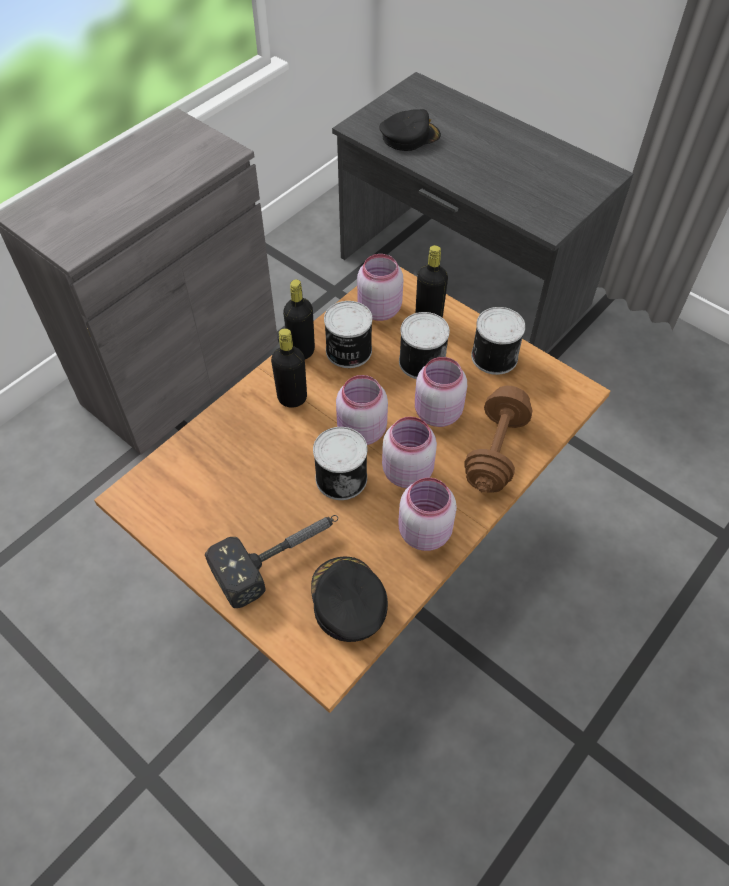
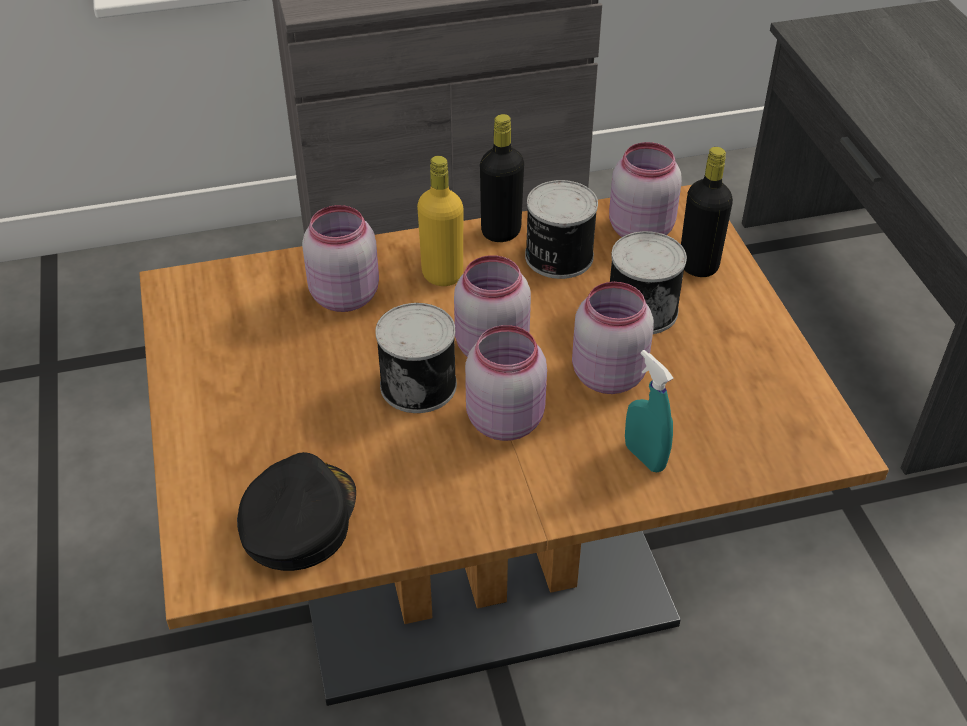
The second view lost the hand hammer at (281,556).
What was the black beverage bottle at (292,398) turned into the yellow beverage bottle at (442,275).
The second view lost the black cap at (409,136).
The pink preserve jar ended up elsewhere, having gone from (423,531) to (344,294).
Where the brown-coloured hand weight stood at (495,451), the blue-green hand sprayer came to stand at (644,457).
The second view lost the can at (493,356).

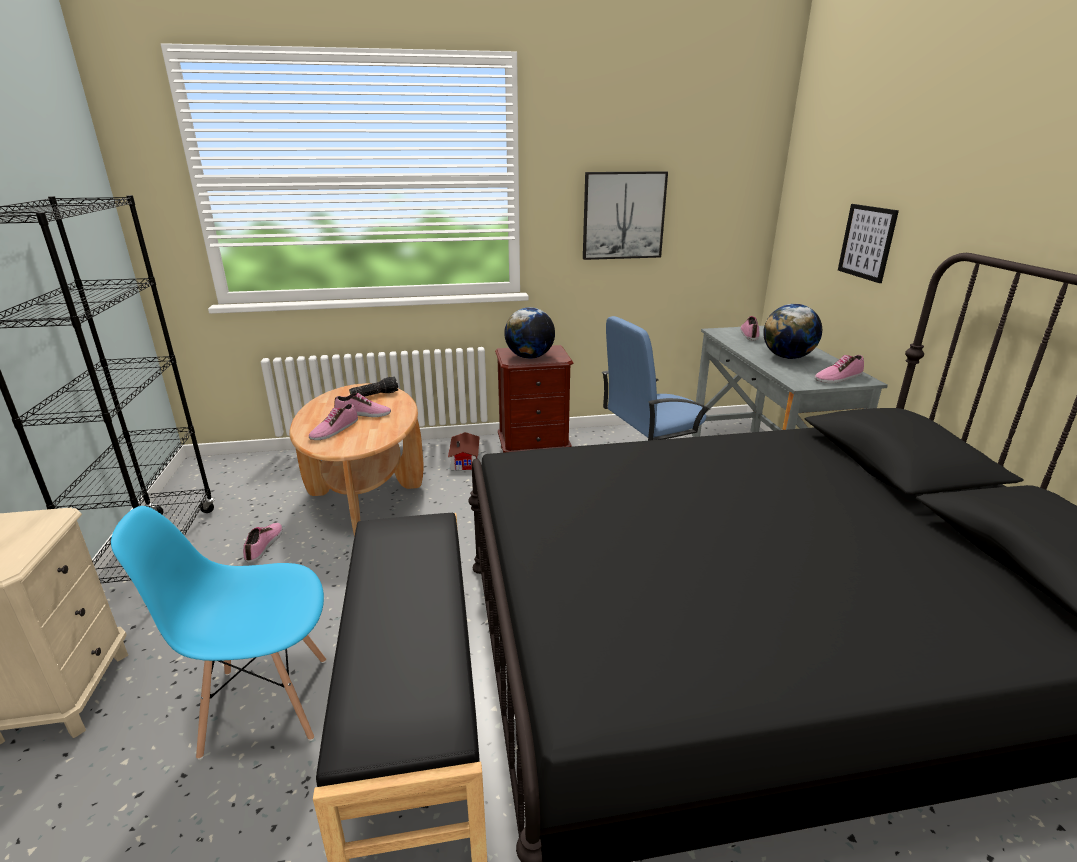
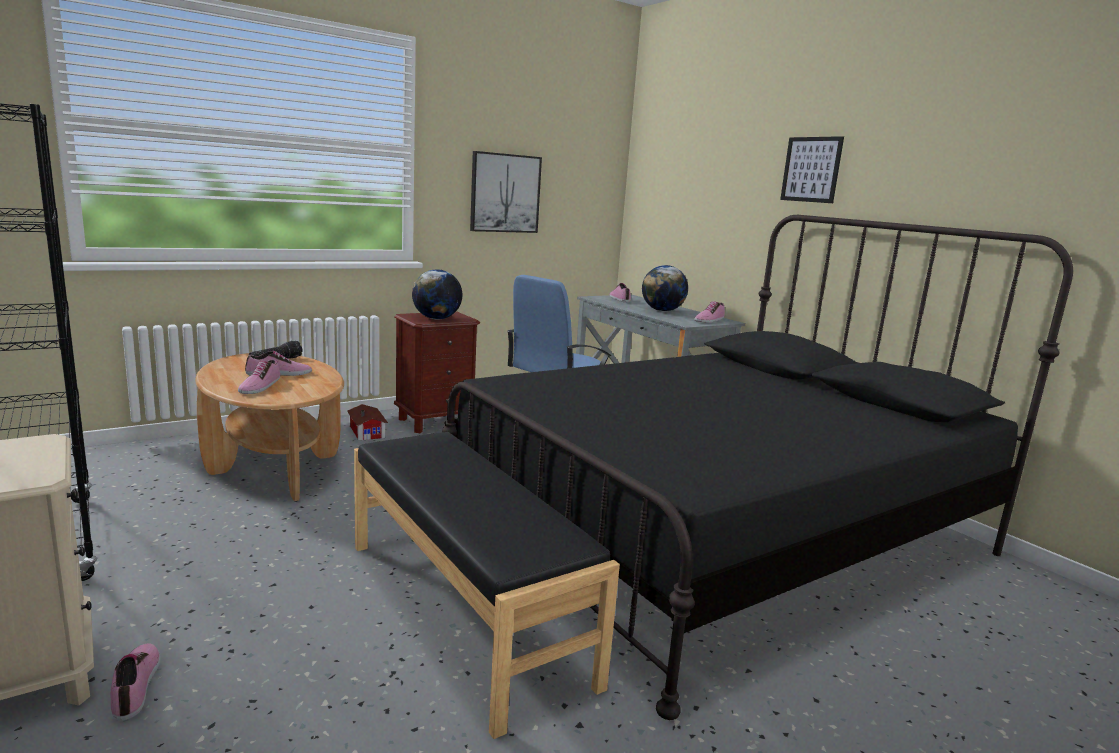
The second view lost the blue plain chair at (265,704).
The low shoe ended up elsewhere, having gone from (264,545) to (137,685).
The picture ended up elsewhere, having gone from (867,242) to (811,169).

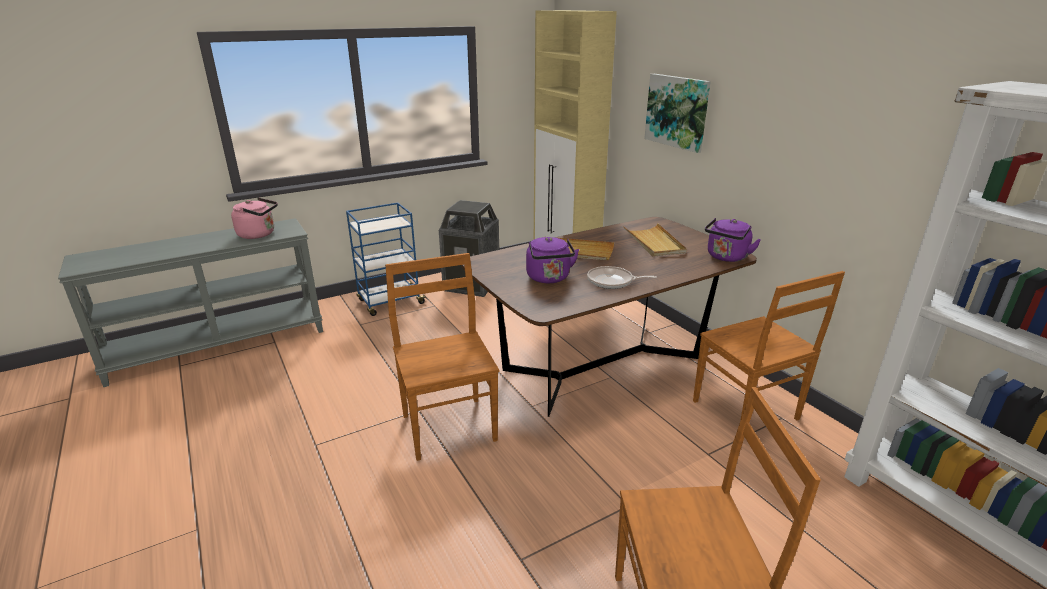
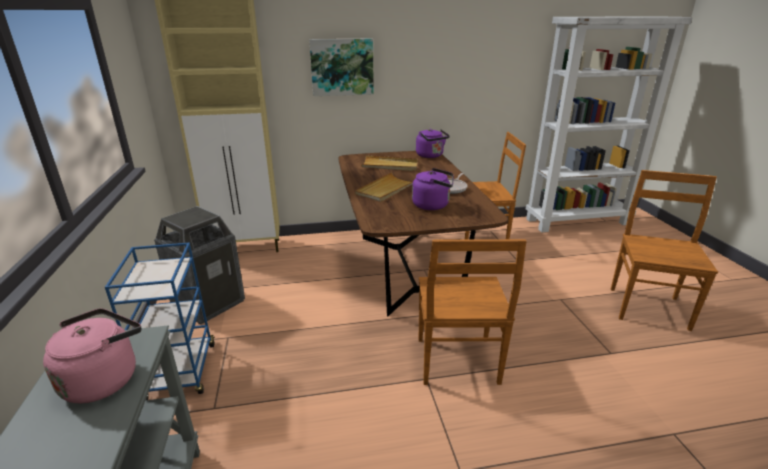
The brown-coloured plain chair at (448,426) ended up facing another way, 90 degrees counterclockwise from before.

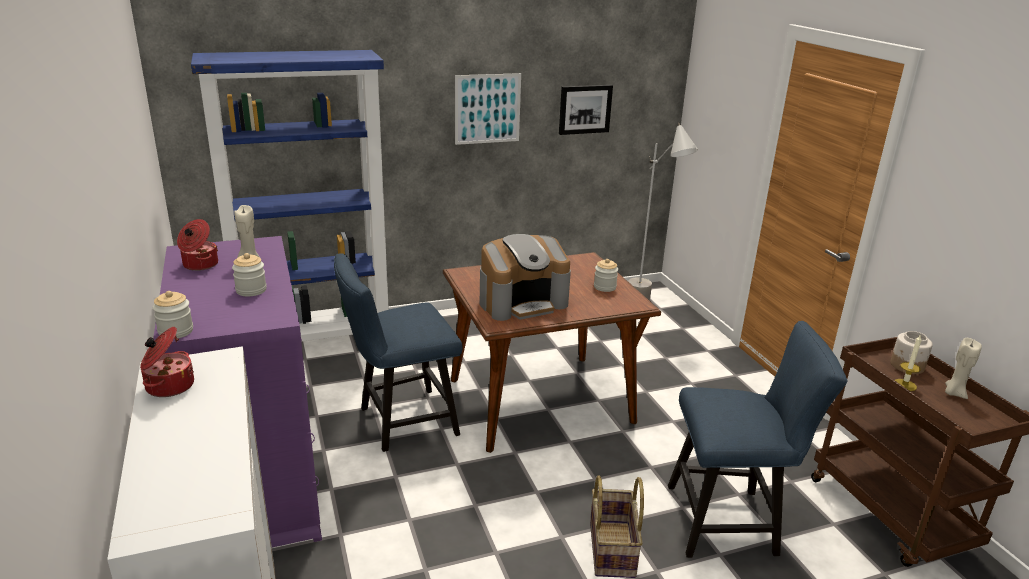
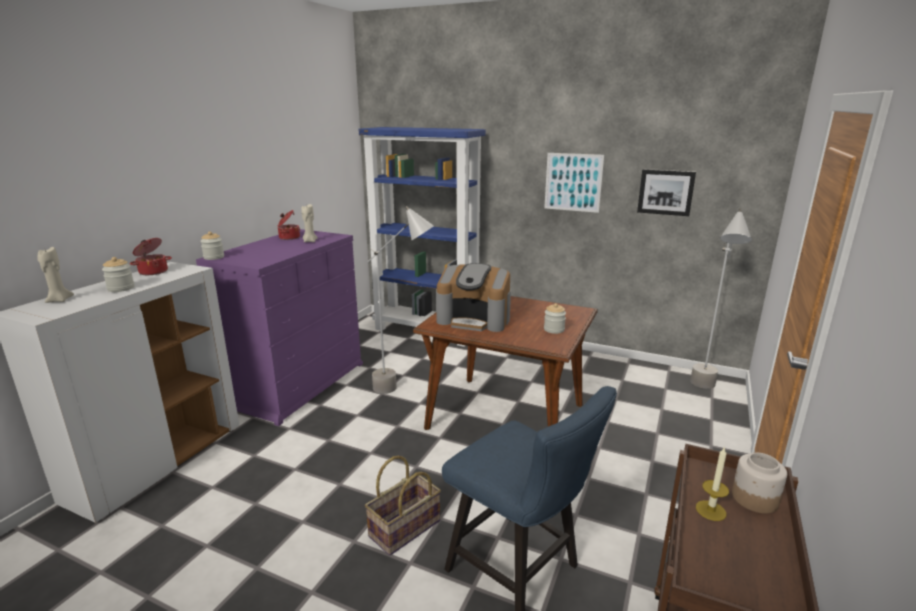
The preserve jar ended up elsewhere, having gone from (251,290) to (121,288).
Where the blue plain chair stood at (401,422), the greyish floor lamp came to stand at (404,389).
The sand-coloured candle ended up elsewhere, having gone from (954,393) to (59,300).

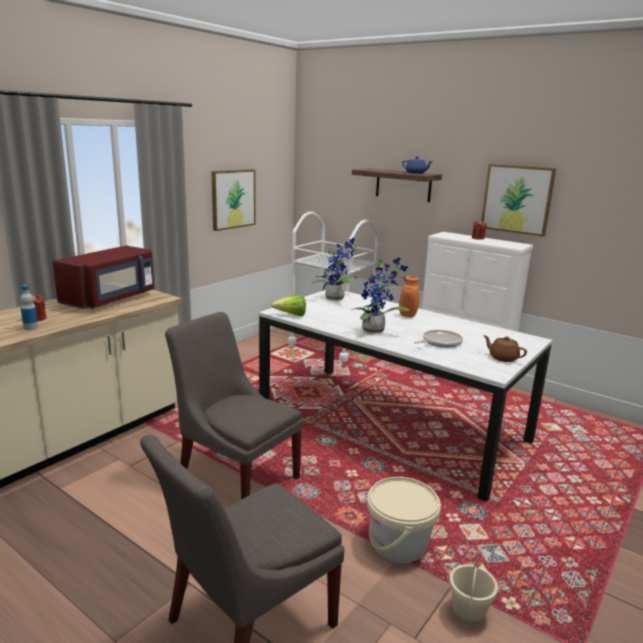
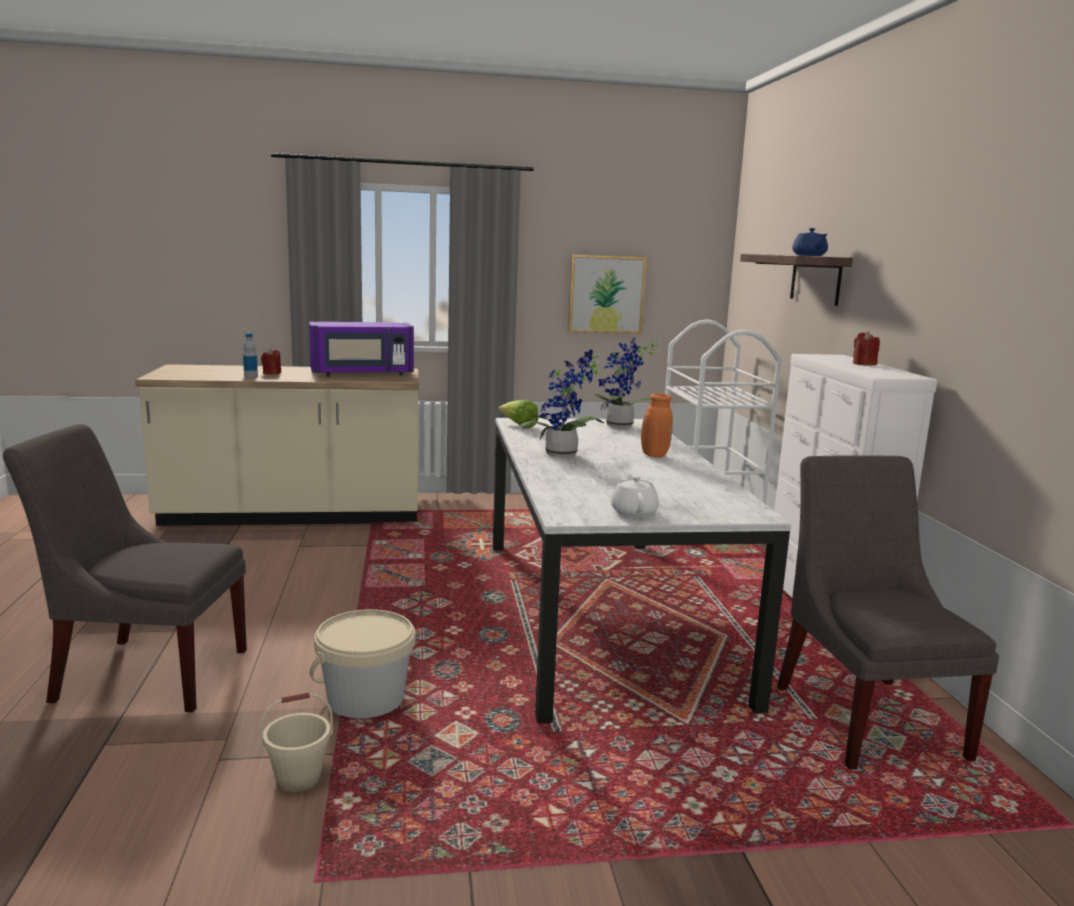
What was the red kitchen microwave at (111,299) turned into the purple-coloured kitchen microwave at (362,373).
The greyish plain chair ended up elsewhere, having gone from (236,476) to (865,716).
The second view lost the pan at (440,342).
The second view lost the picture at (517,199).
What was the brown-coloured teapot at (503,358) turned into the white teapot at (634,512).

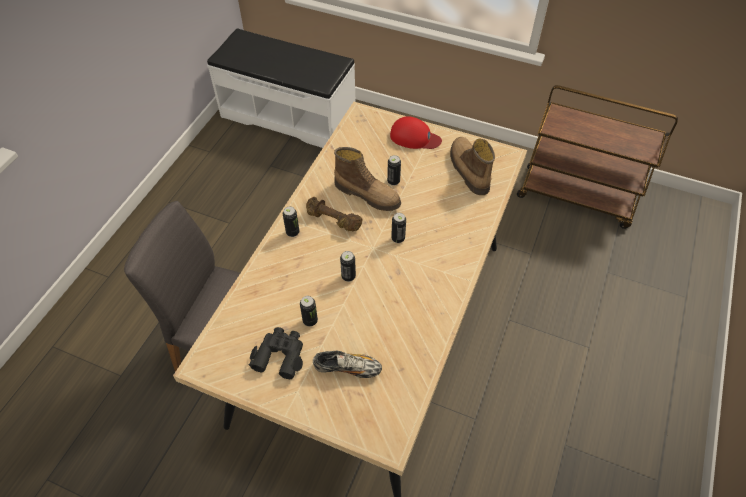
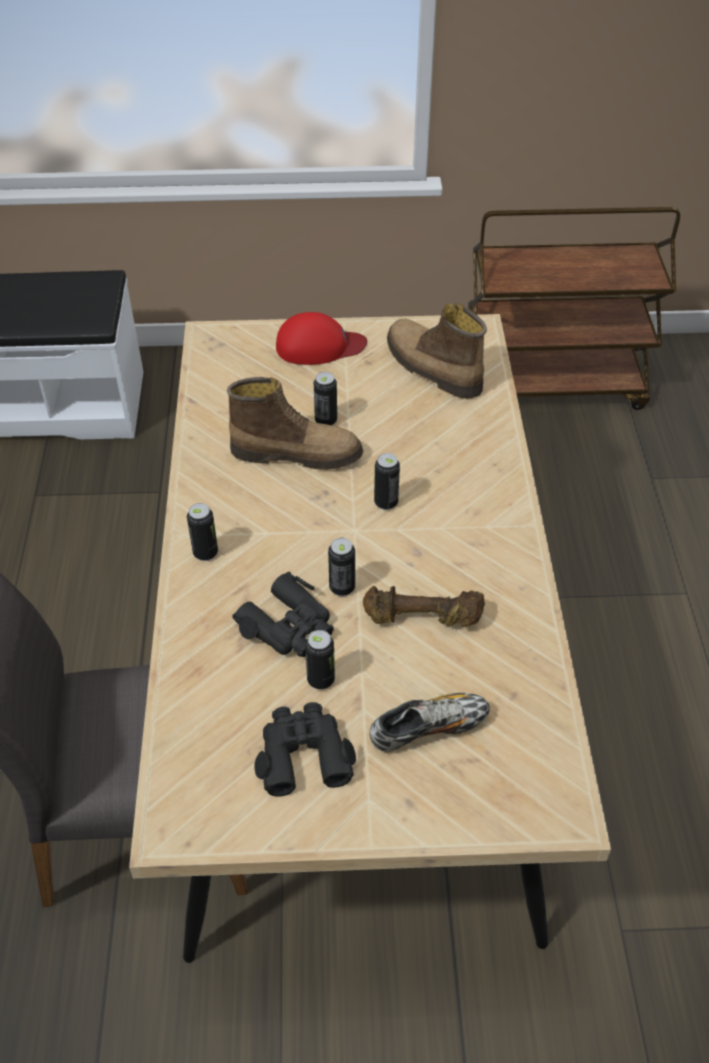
The brown-coloured hand weight ended up elsewhere, having gone from (333,220) to (422,619).
The second view gained the black binoculars at (289,626).

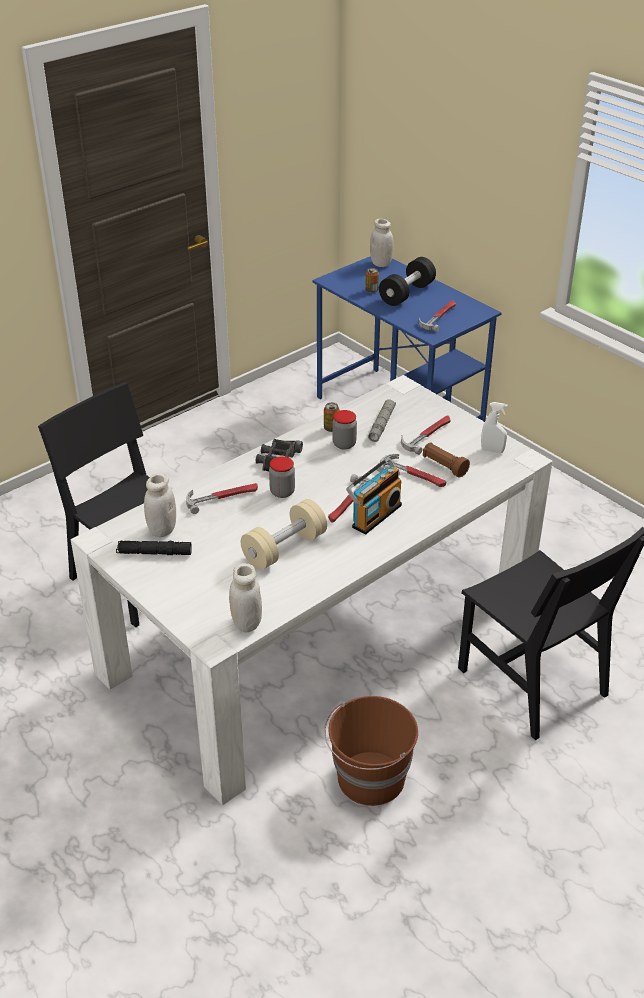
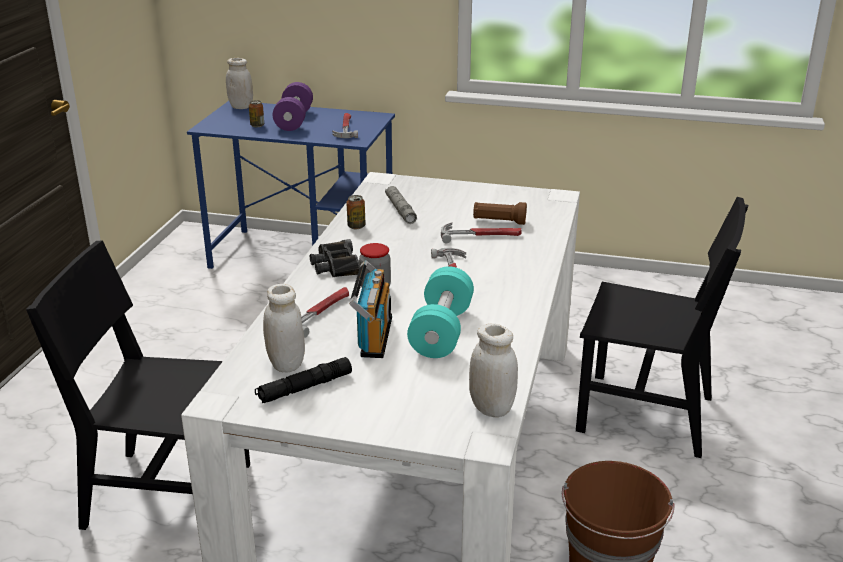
What was the sand-coloured hand weight at (284,548) turned into the blue-green hand weight at (441,331).
The second view lost the preserve jar at (344,444).
The radio ended up elsewhere, having gone from (374,515) to (372,336).
What was the black hand weight at (407,294) turned into the purple-coloured hand weight at (294,120).
The second view lost the hand hammer at (427,435).
The second view lost the white hand sprayer at (492,450).

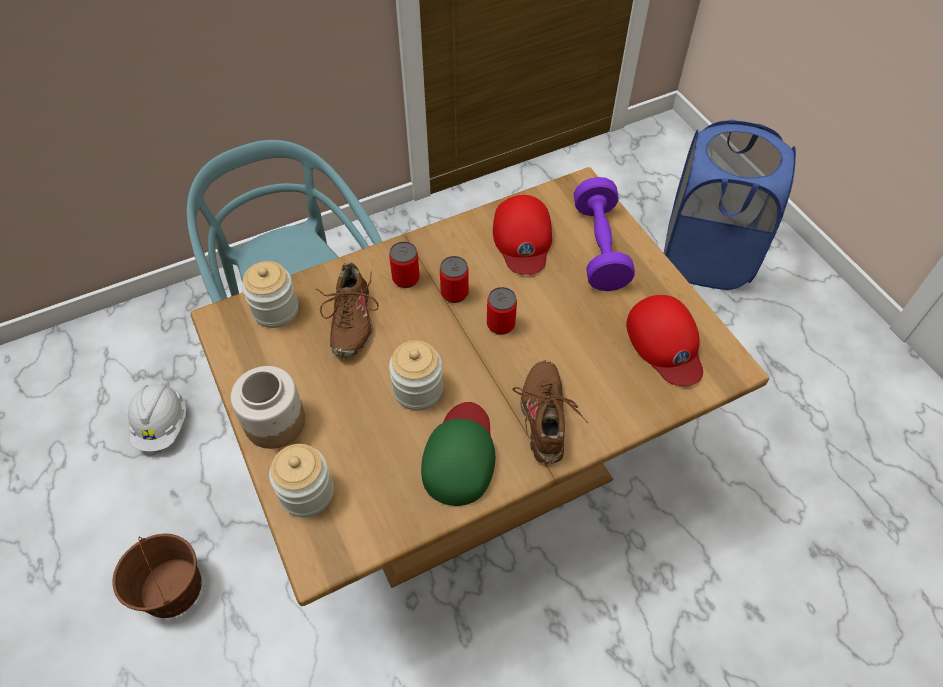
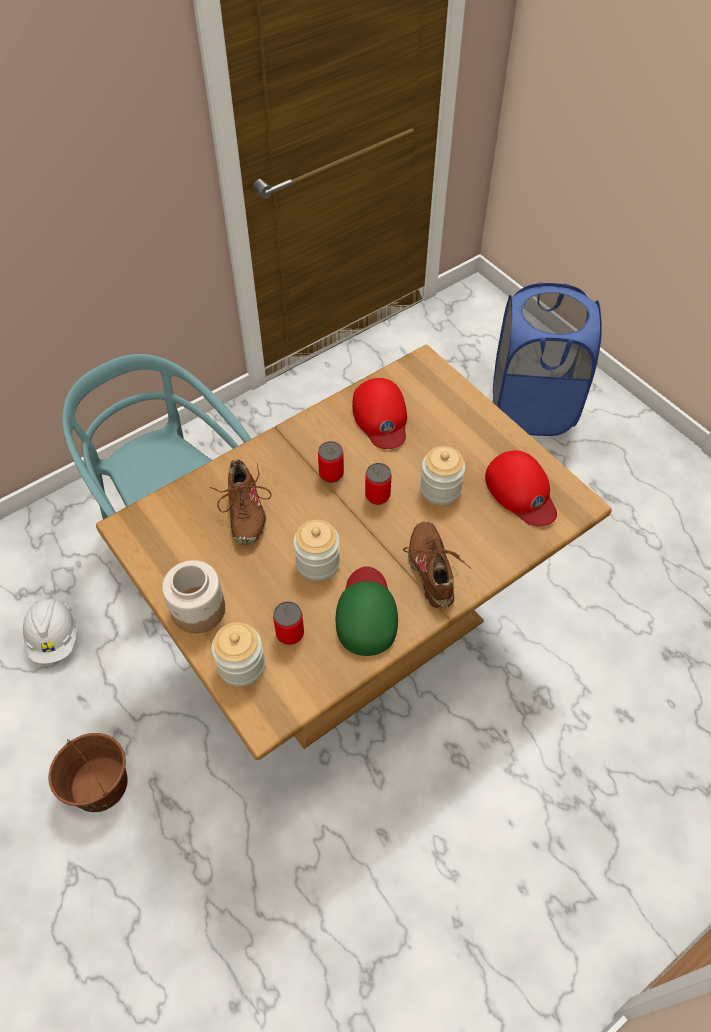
The preserve jar ended up elsewhere, having gone from (275,310) to (440,489).
The can ended up elsewhere, having gone from (406,278) to (290,633).
The second view lost the purple-coloured hand weight at (599,248).

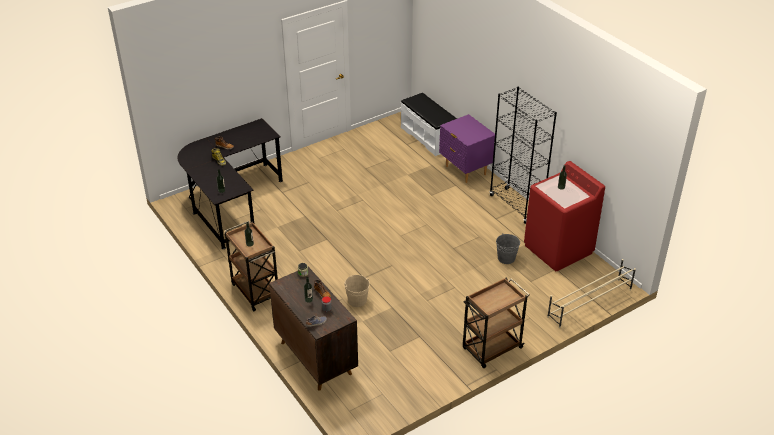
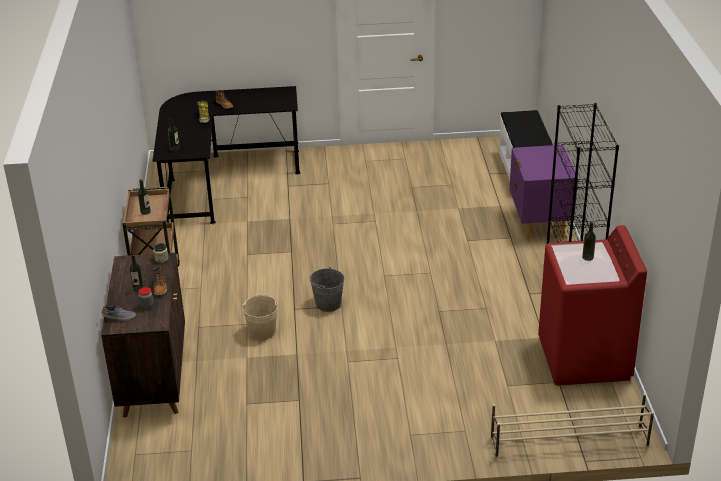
The second view lost the brown-coloured trolley at (491,349).
The greyish bucket ended up elsewhere, having gone from (506,258) to (328,304).

